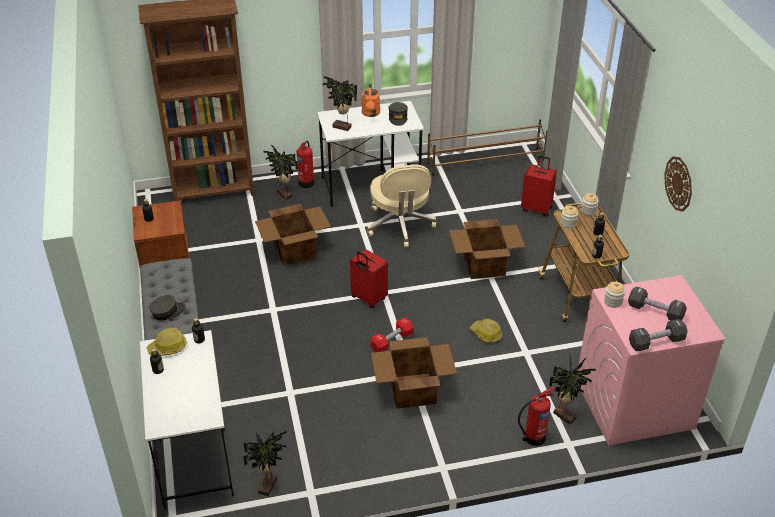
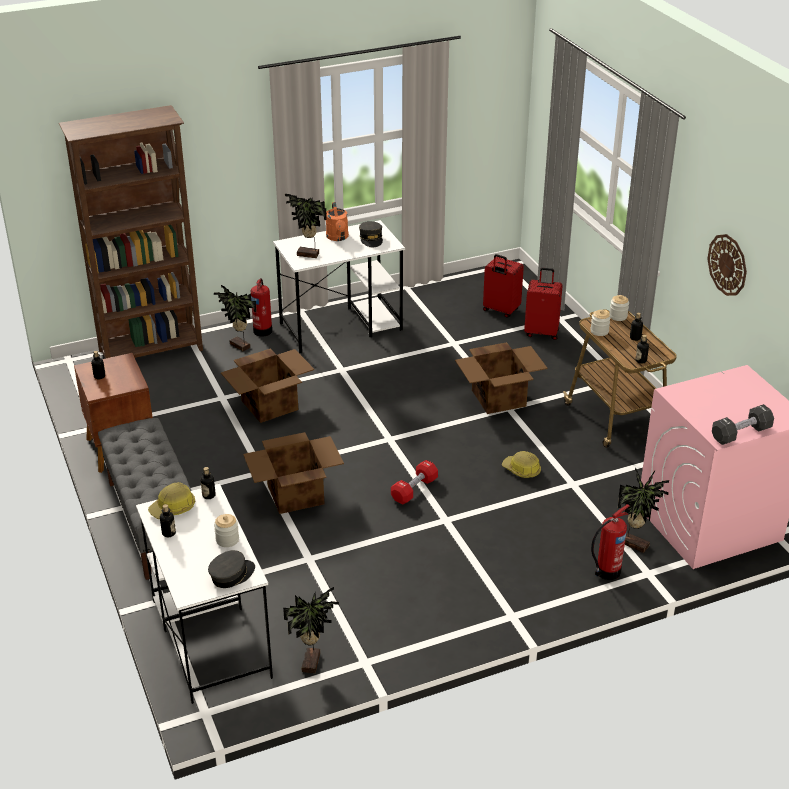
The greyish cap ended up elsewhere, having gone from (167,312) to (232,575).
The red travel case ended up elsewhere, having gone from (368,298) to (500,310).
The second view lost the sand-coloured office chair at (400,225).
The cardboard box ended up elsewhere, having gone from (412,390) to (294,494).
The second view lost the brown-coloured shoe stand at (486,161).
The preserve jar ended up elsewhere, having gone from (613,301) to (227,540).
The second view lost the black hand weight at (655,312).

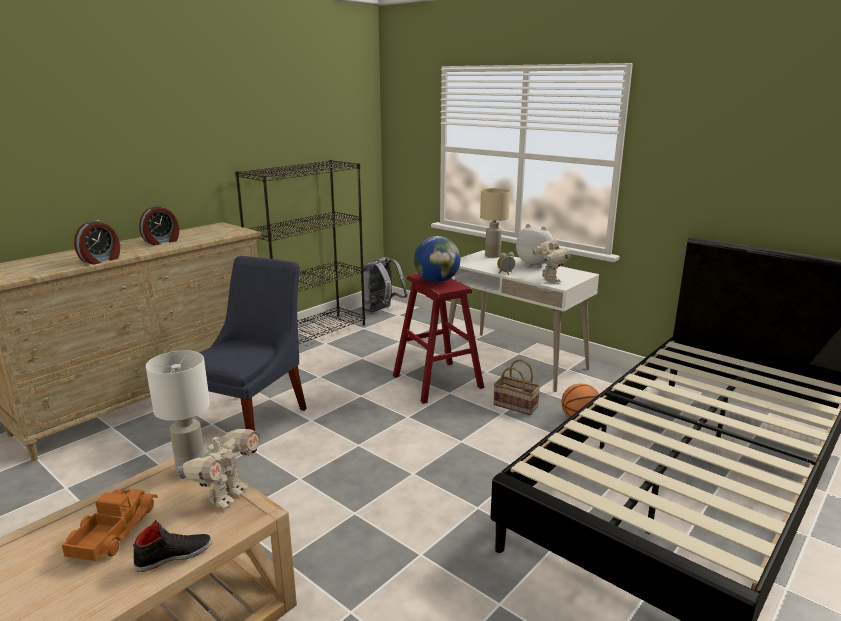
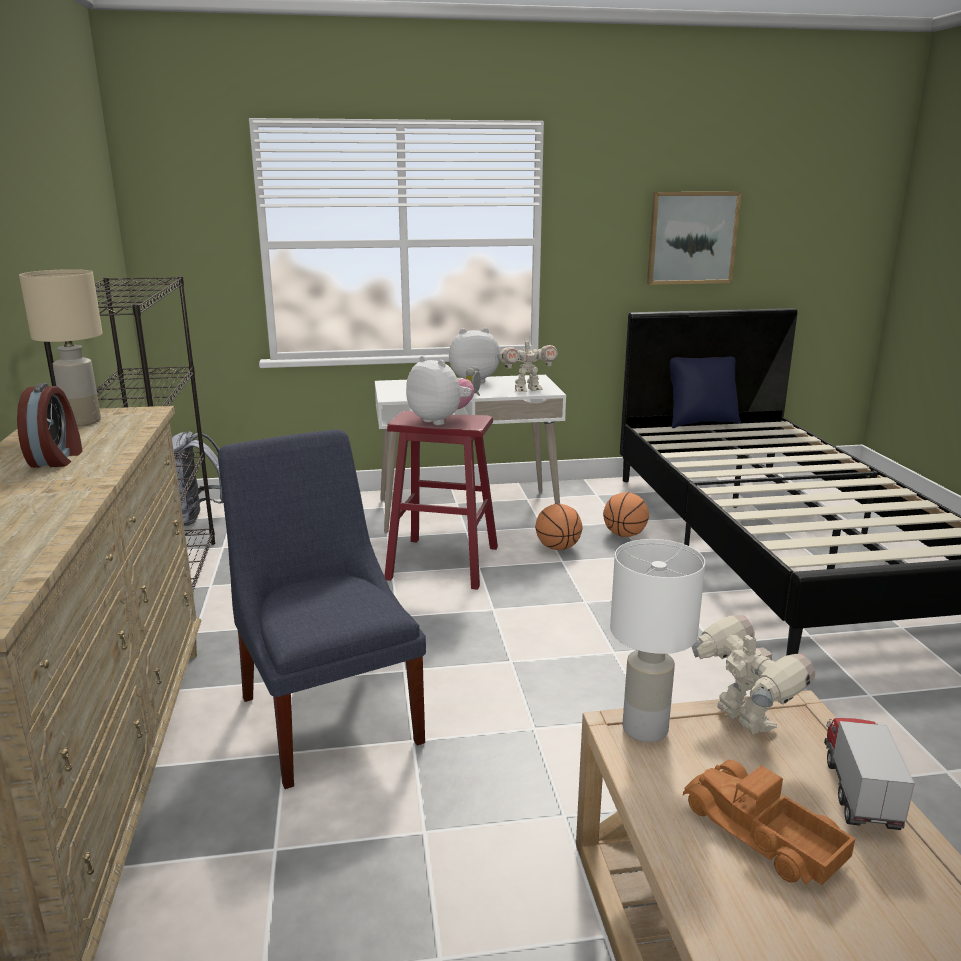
The second view lost the alarm clock at (101,260).
Where the black low shoe stood at (174,555), the model truck came to stand at (859,792).
Where the desk globe stood at (436,281), the cuddly toy came to stand at (440,420).
The sand-coloured table lamp ended up elsewhere, having gone from (493,256) to (82,421).
Where the household basket stood at (517,405), the basketball came to stand at (558,548).
The robot figure at (549,280) ended up facing another way, 135 degrees clockwise from before.
The second view gained the picture at (692,238).
The second view gained the blue cushion at (700,423).

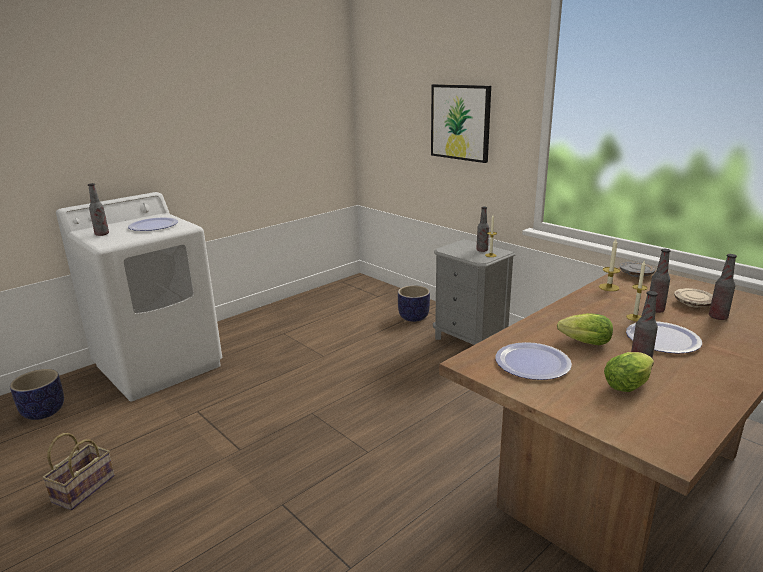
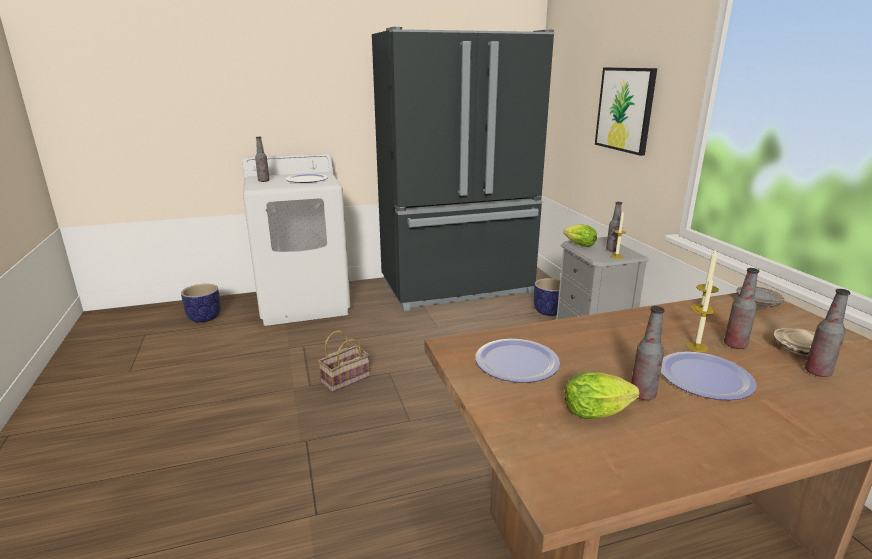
The household basket ended up elsewhere, having gone from (84,487) to (346,379).
The head of lettuce ended up elsewhere, having gone from (582,342) to (578,244).
The second view gained the black refrigerator at (457,287).

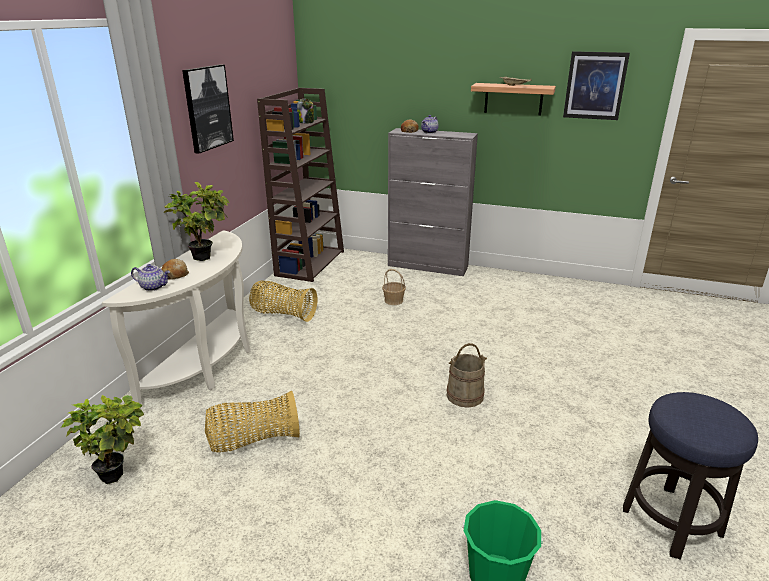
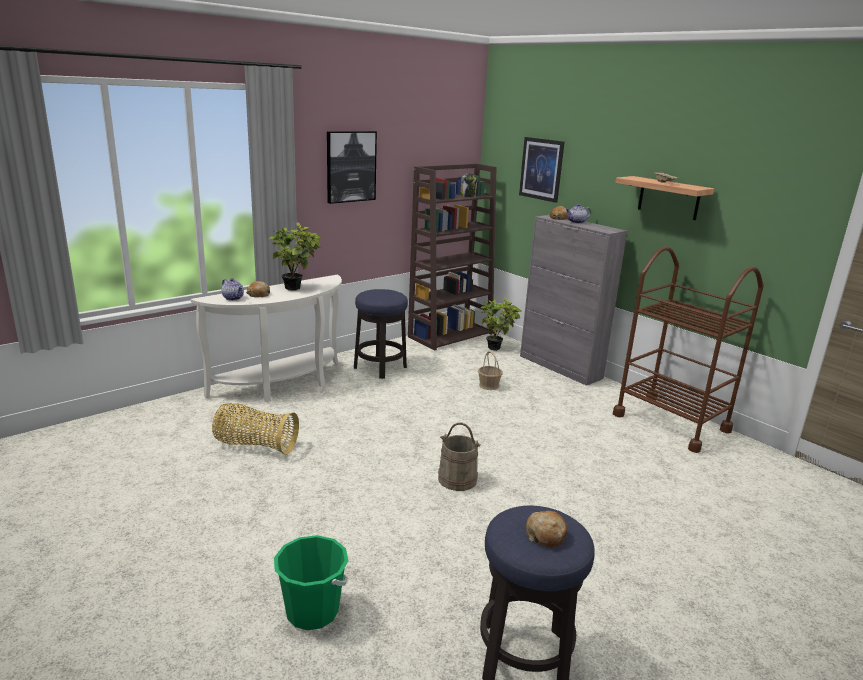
The houseplant ended up elsewhere, having gone from (118,473) to (497,348).
Where the household basket stood at (283,314), the stool seat came to stand at (380,367).
The picture ended up elsewhere, having gone from (595,85) to (541,169).
The second view gained the bread at (546,535).
The second view gained the brown-coloured trolley at (671,422).

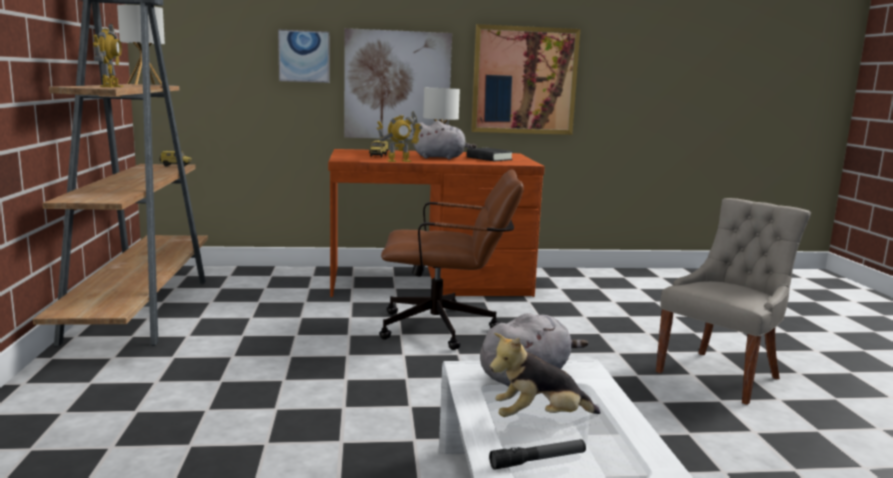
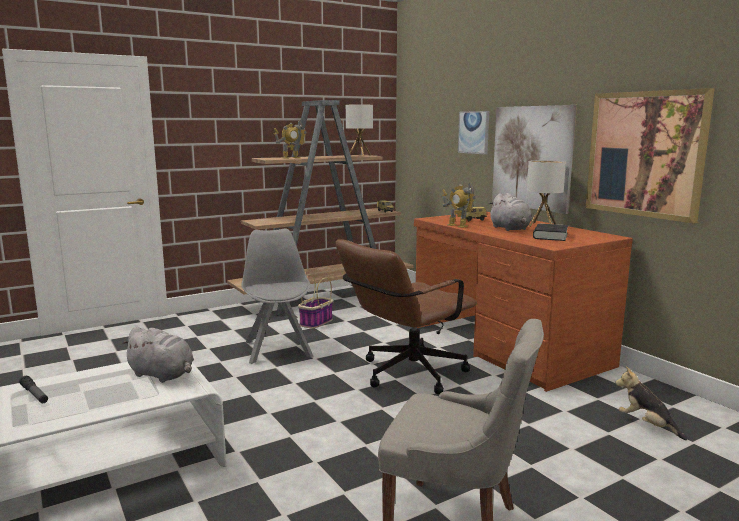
The brown-coloured office chair at (448,328) ended up facing another way, 75 degrees clockwise from before.
The cuddly toy ended up elsewhere, having gone from (539,419) to (646,425).
The second view gained the greyish plain chair at (278,348).
The second view gained the household basket at (316,322).

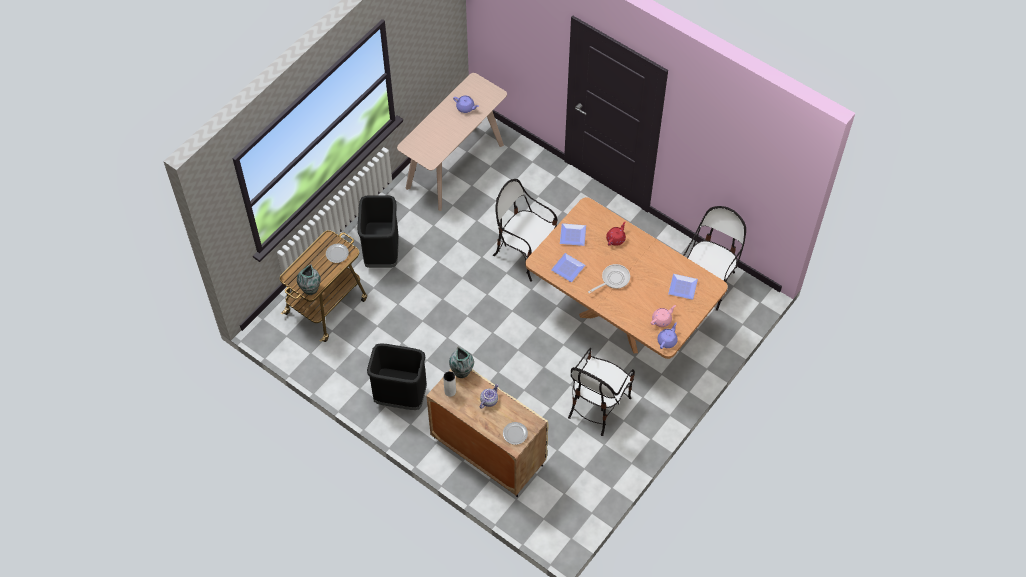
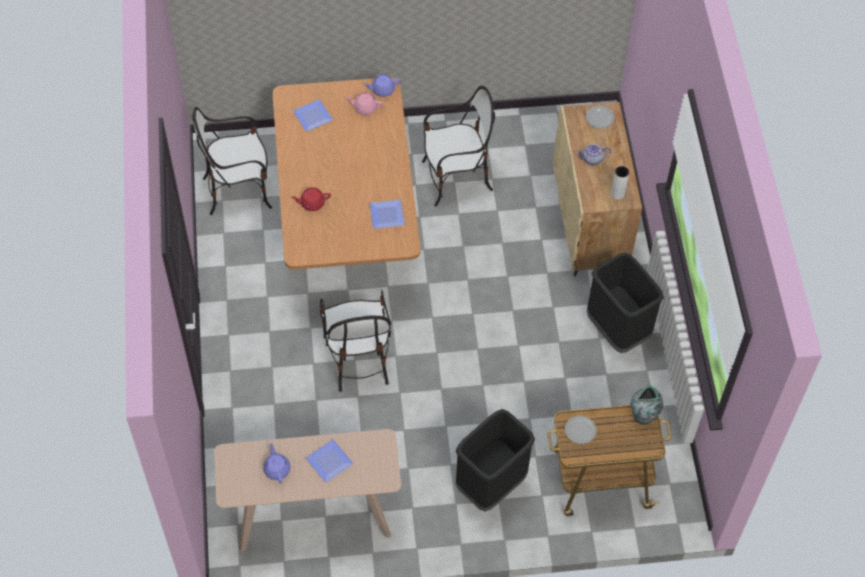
The second view lost the flower vase at (462,372).
The dinner plate ended up elsewhere, having gone from (573,236) to (329,460).
The second view lost the pan at (613,279).

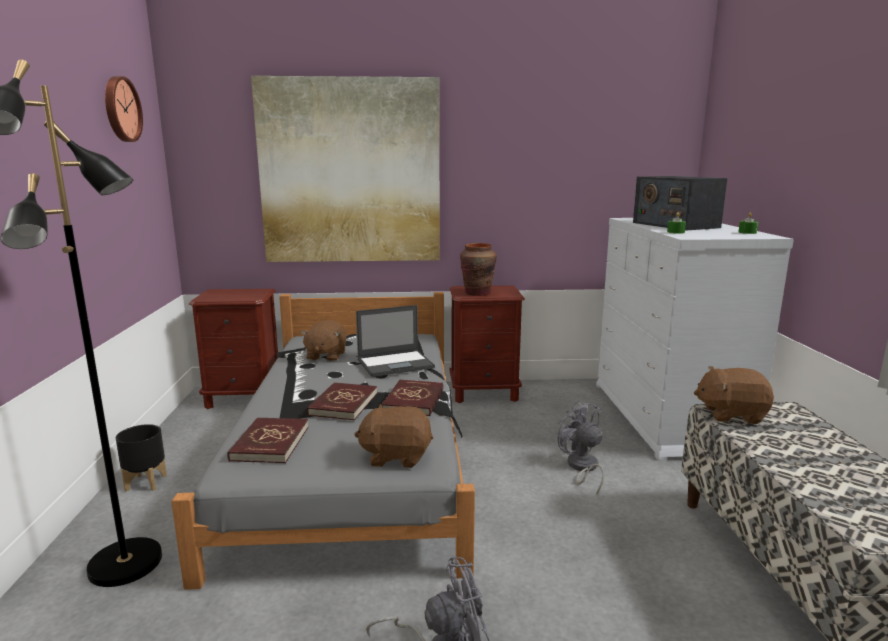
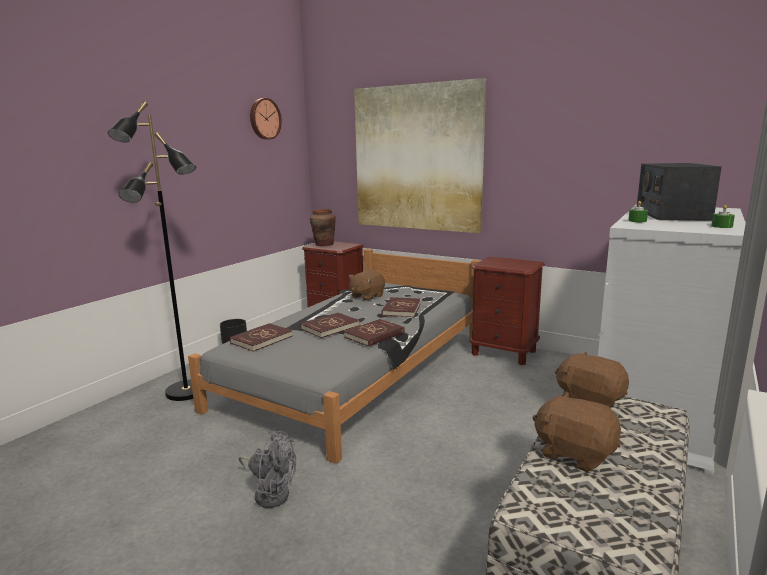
The brown-coloured cuddly toy ended up elsewhere, having gone from (396,456) to (574,453).
Where the notebook computer stood at (396,363), the red volume came to stand at (401,309).
The brown-coloured flower vase ended up elsewhere, having gone from (477,293) to (324,244).
The second view lost the greyish cooling fan at (581,468).

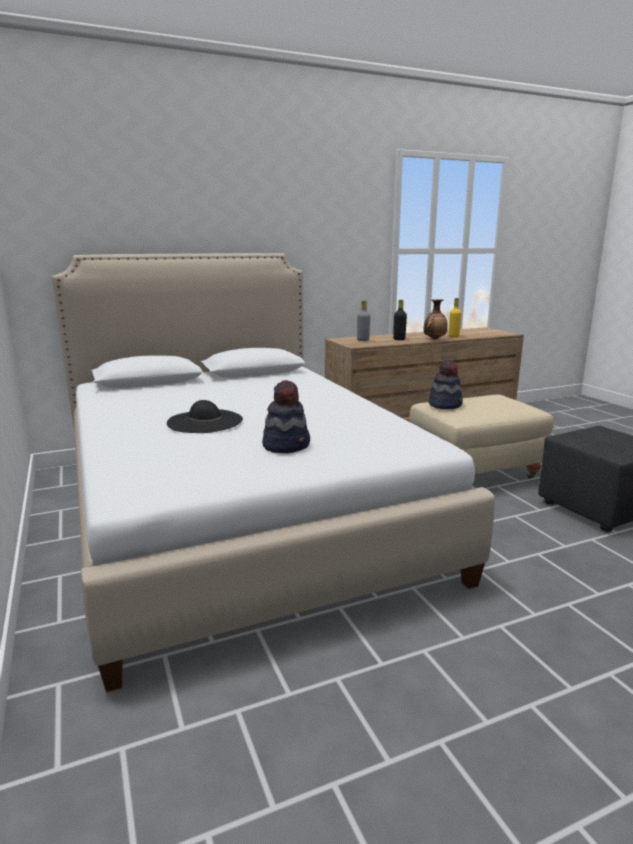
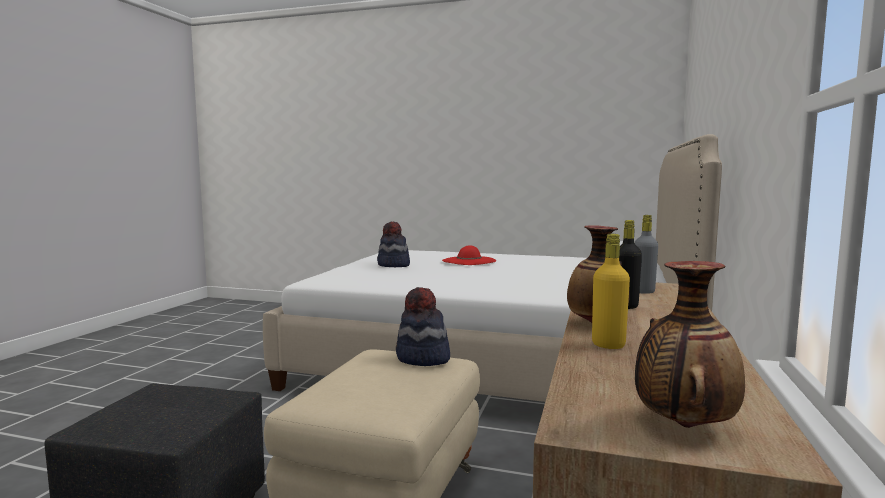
What was the black hat at (205,421) turned into the red hat at (469,261).
The second view gained the flower vase at (683,425).

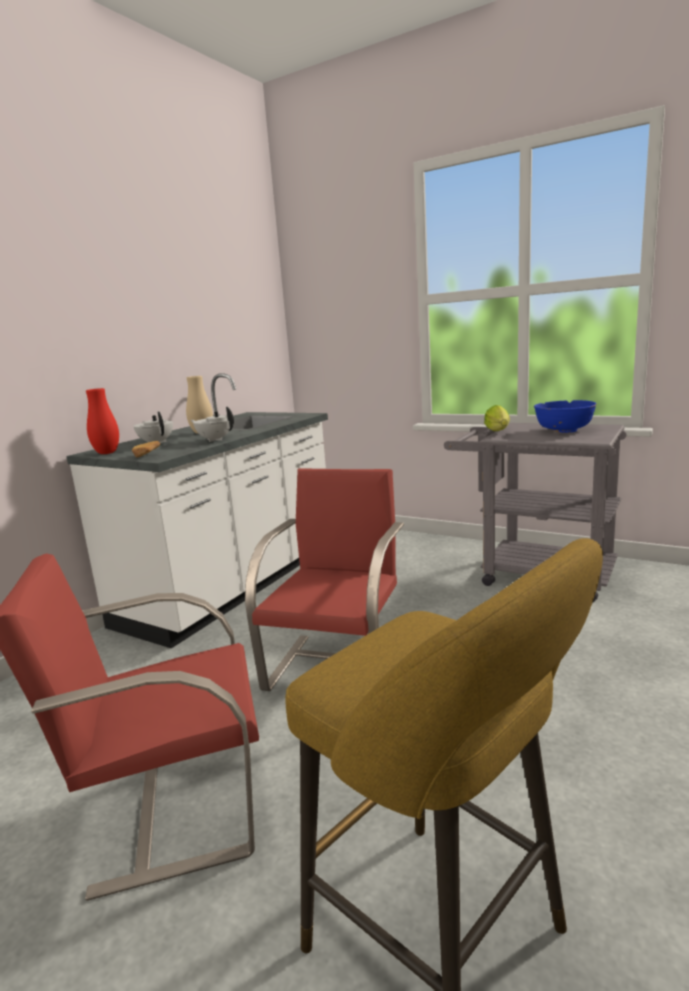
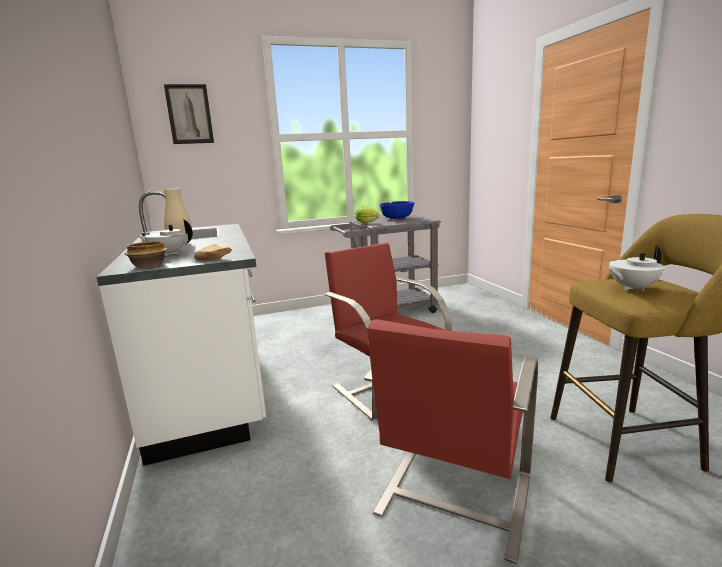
Where the red flower vase stood at (107,453), the bowl came to stand at (148,266).
The white teapot ended up elsewhere, having gone from (215,440) to (631,288).
The second view gained the picture at (189,114).

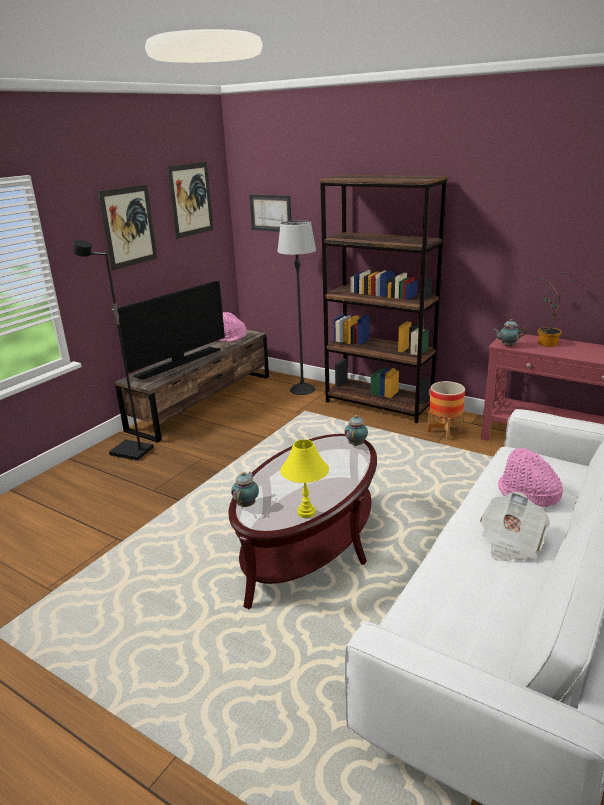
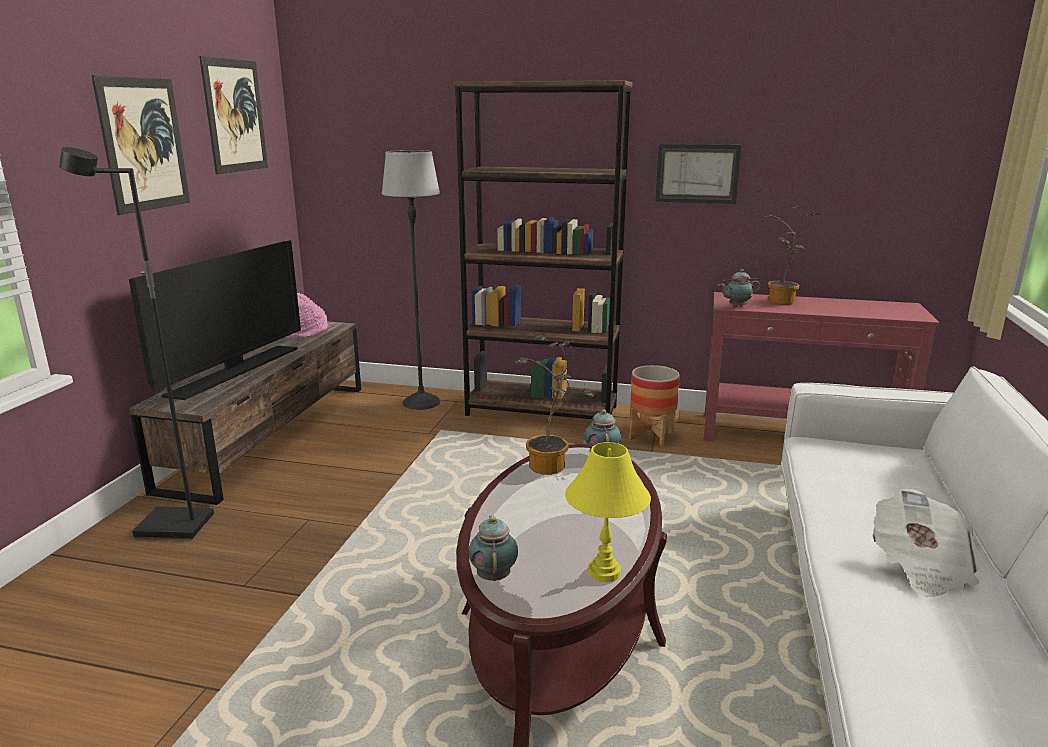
The picture ended up elsewhere, having gone from (271,213) to (697,173).
The second view lost the pink hat at (527,494).
The second view gained the houseplant at (551,468).

